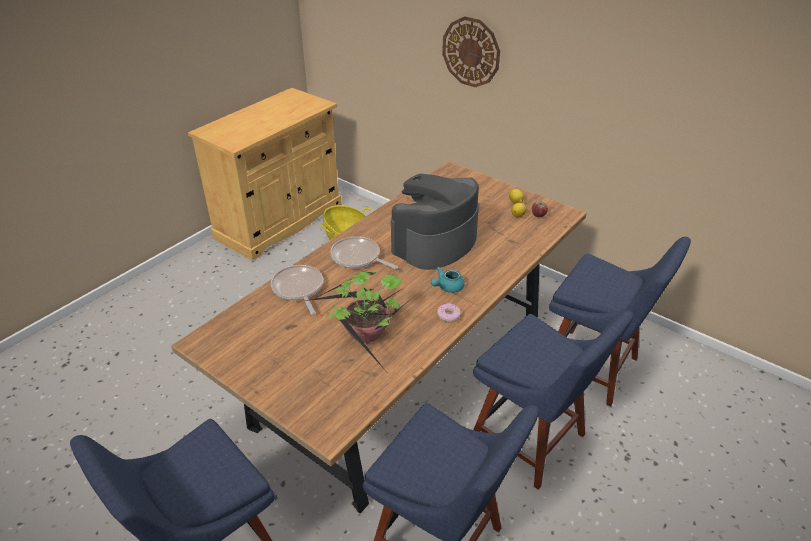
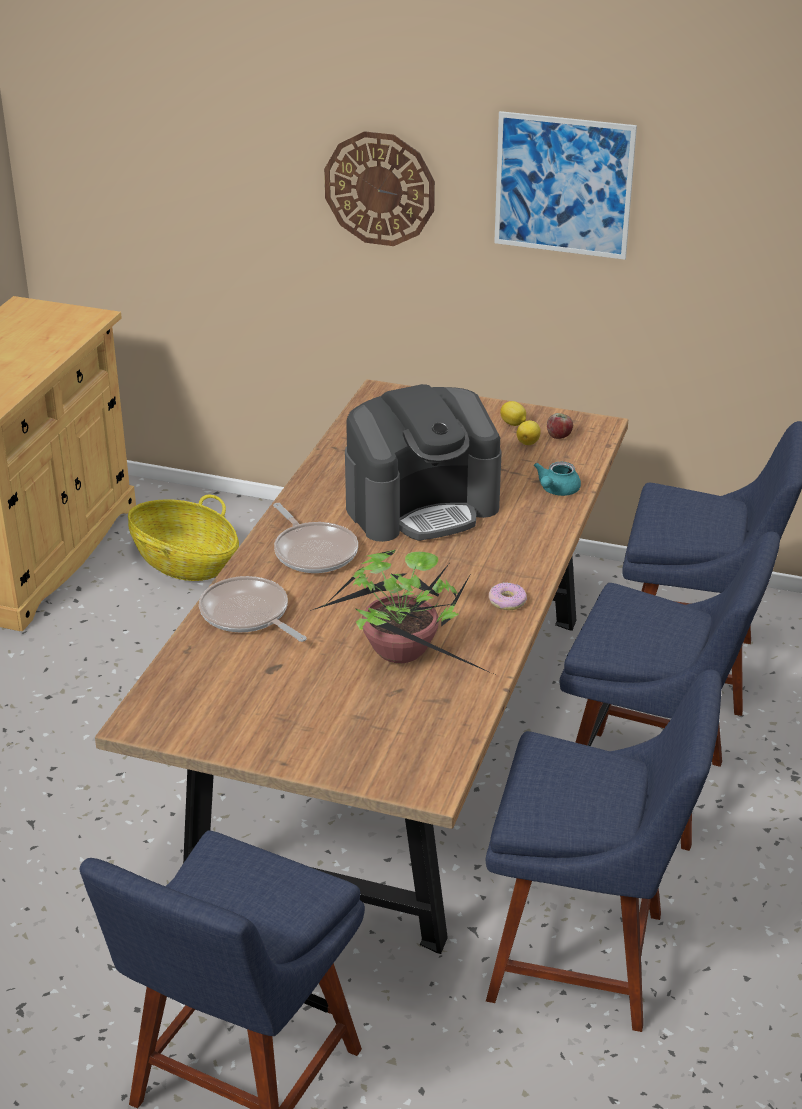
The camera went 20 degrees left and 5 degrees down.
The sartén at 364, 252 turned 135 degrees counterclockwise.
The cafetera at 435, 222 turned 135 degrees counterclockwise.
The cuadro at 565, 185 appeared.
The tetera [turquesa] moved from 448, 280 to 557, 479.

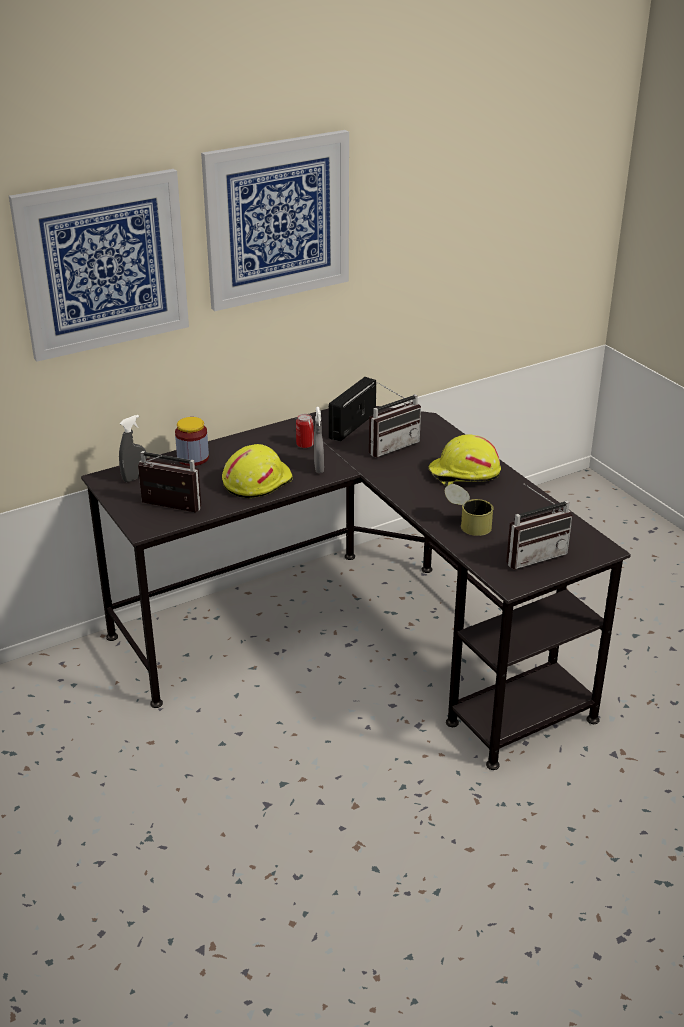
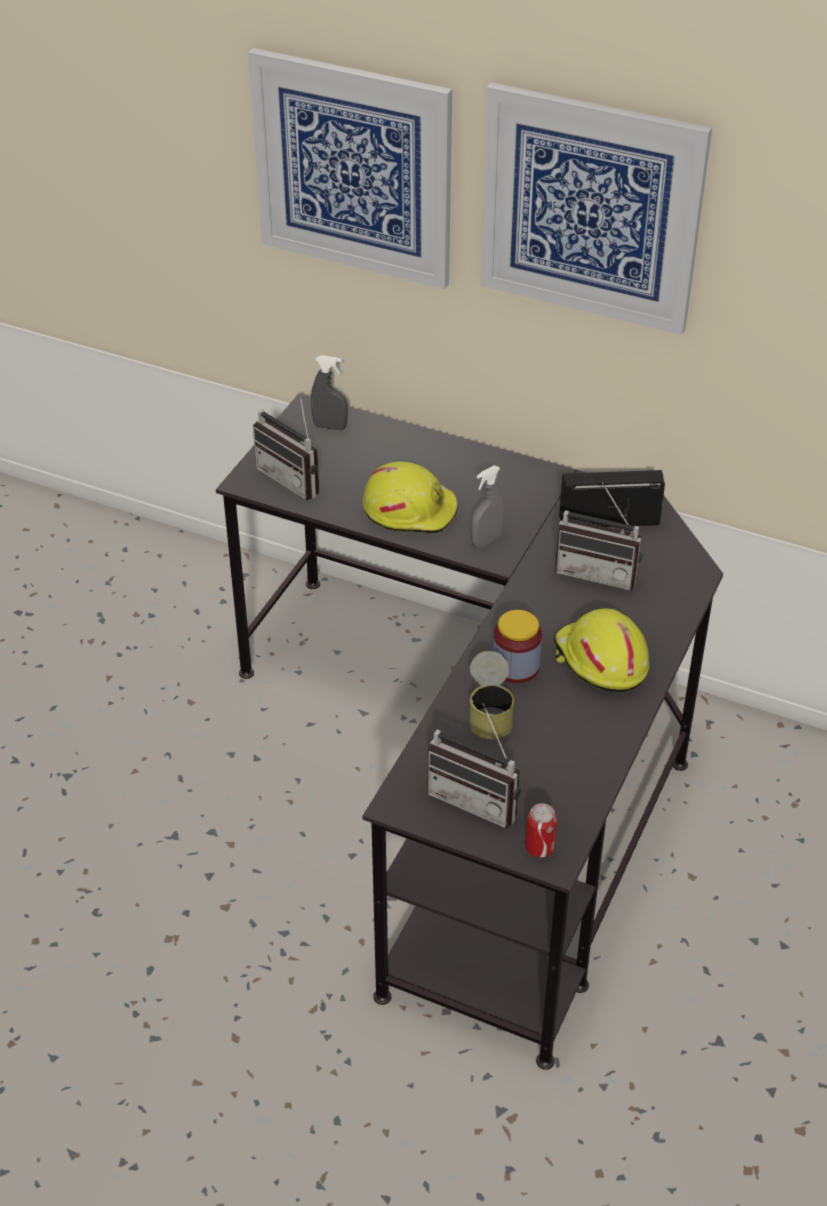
The camera went 55 degrees right and 10 degrees up.
The radio at 169, 482 turned 150 degrees clockwise.
The tarro moved from 192, 441 to 517, 646.
The lata moved from 305, 431 to 541, 830.

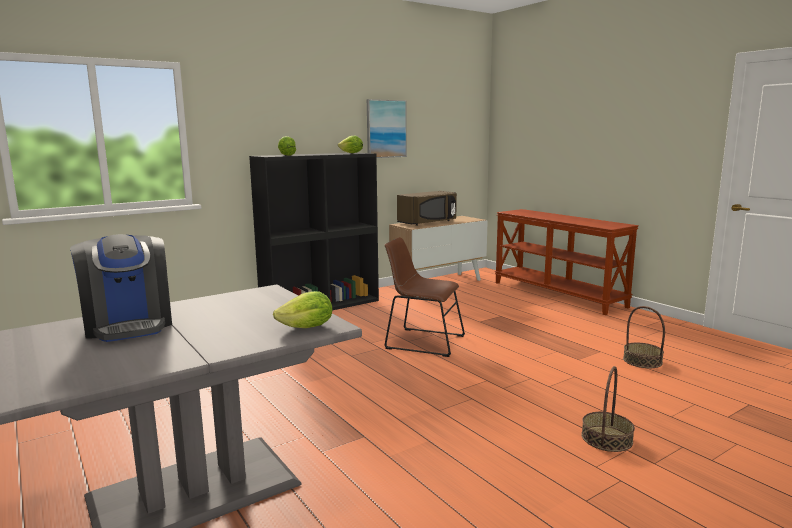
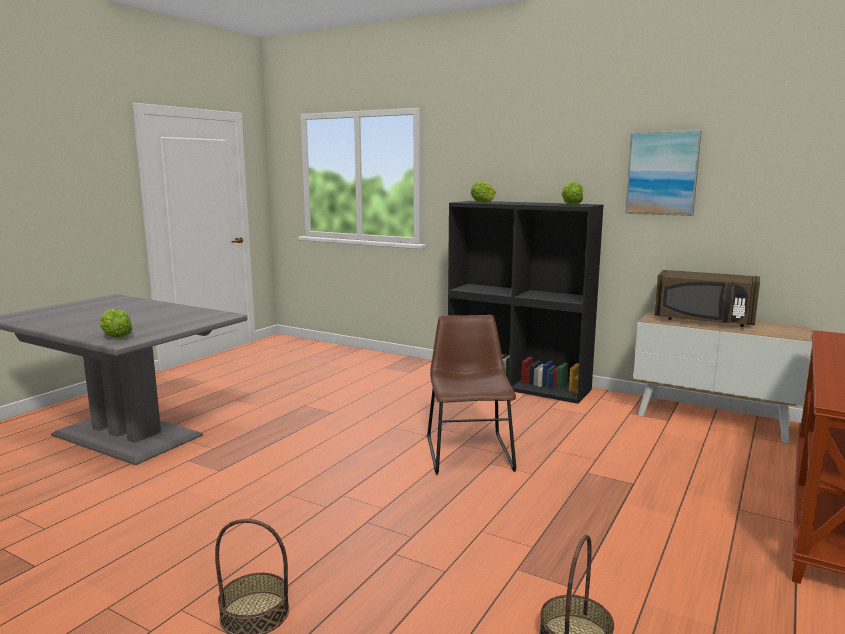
The camera went 65 degrees right and 0 degrees up.
The cafetera at 121, 288 disappeared.

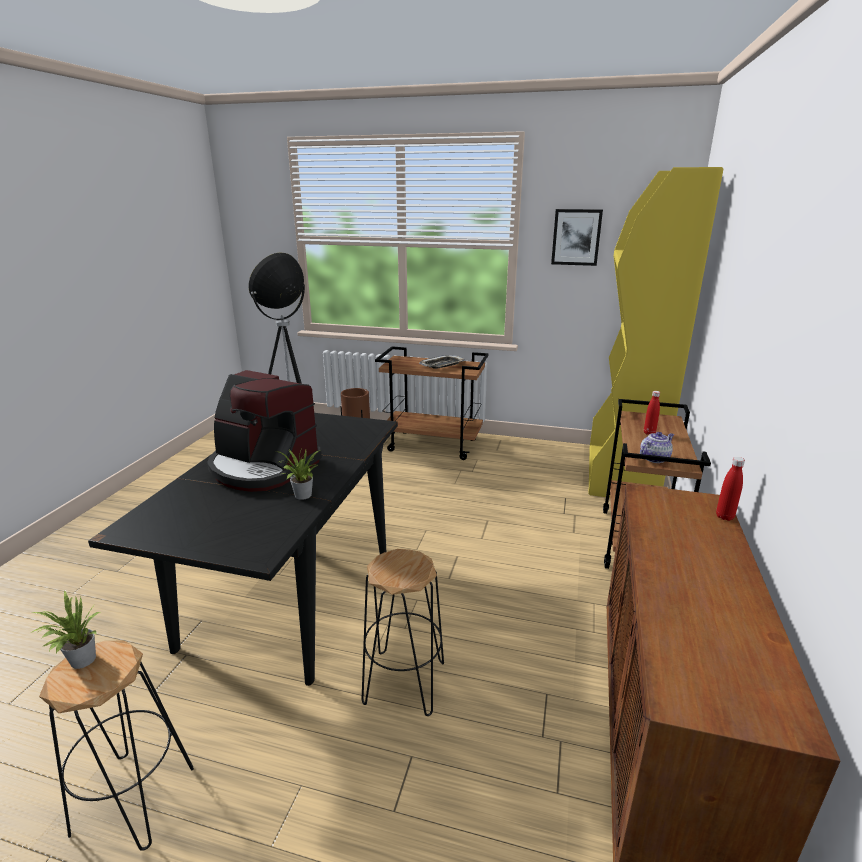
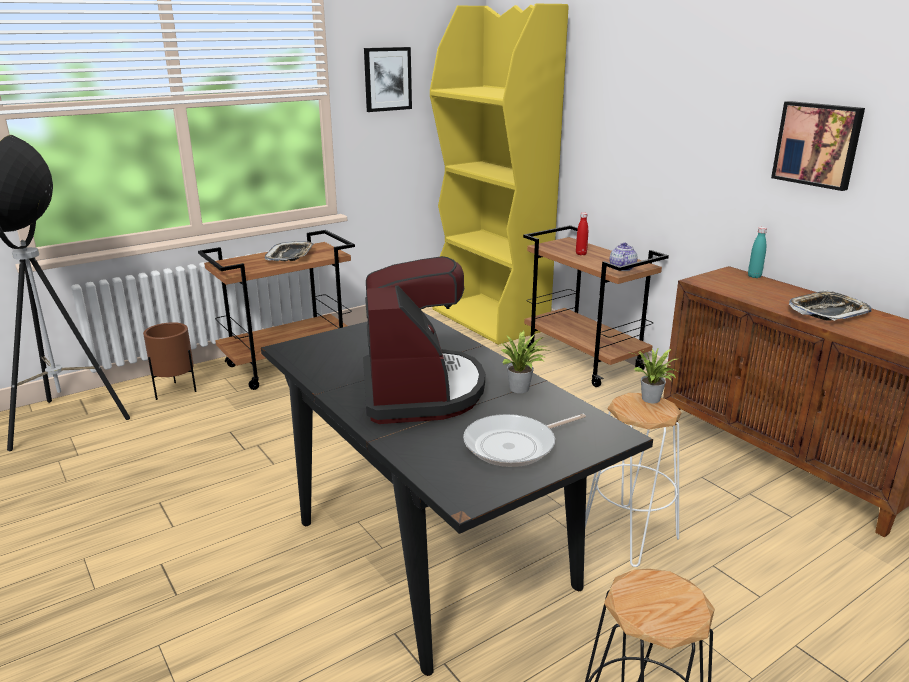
The camera went 50 degrees left and 0 degrees up.
The cafetera at 264, 431 turned 75 degrees counterclockwise.
The sartén at 524, 440 appeared.
The taburete [negro] at 402, 632 became the taburete [blanco] at 633, 480.
The planta en maceta moved from 66, 630 to 655, 375.
The botella [rojo] at 730, 489 became the botella [turquesa] at 757, 252.
The cuadro at 818, 146 appeared.
The bandeja at 830, 305 appeared.

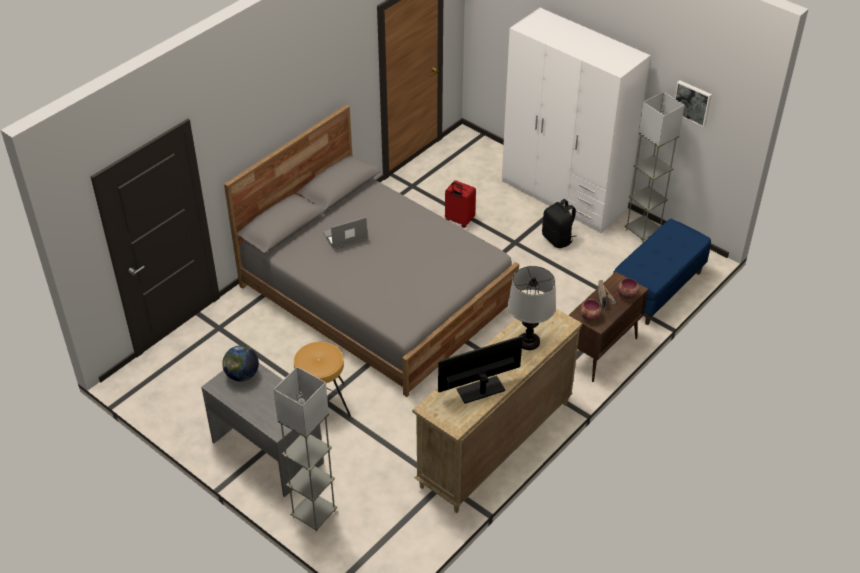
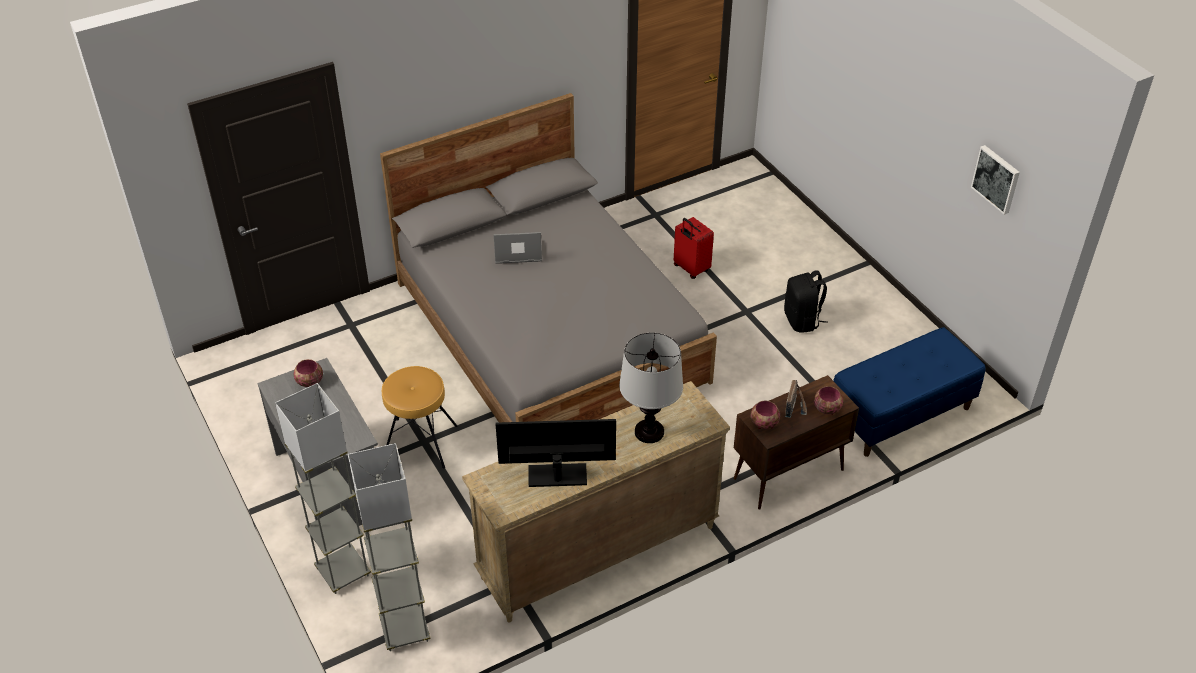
The camera went 20 degrees right and 0 degrees up.
The globo terráqueo at 240, 363 was replaced by the cuenco at 308, 373.
The lámpara de pie [gris] moved from 655, 167 to 389, 547.
The armario ropero [blanco] at 576, 121 disappeared.

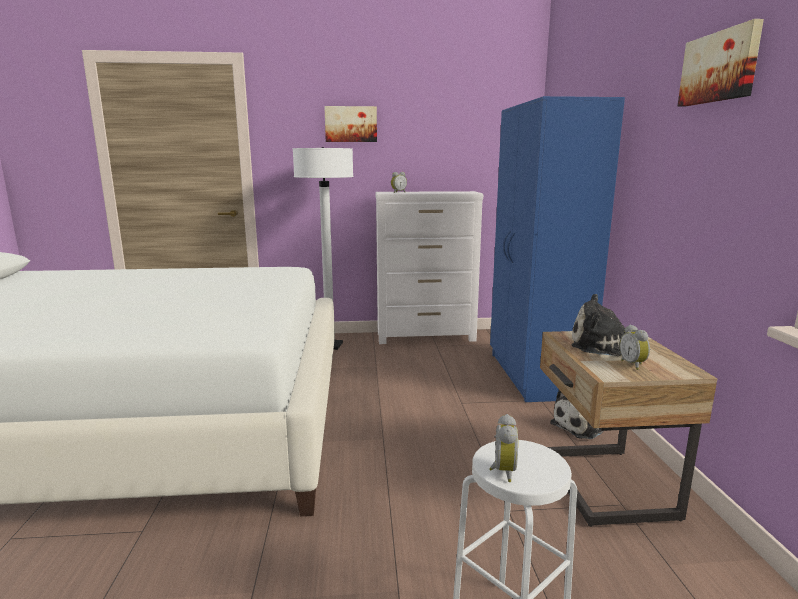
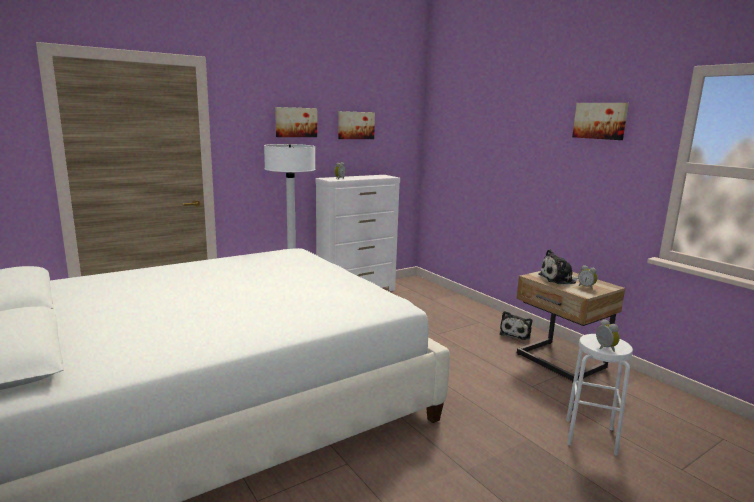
The camera went 30 degrees left and 0 degrees up.
The cuadro at 356, 125 appeared.
The armario ropero [azul] at 557, 249 disappeared.

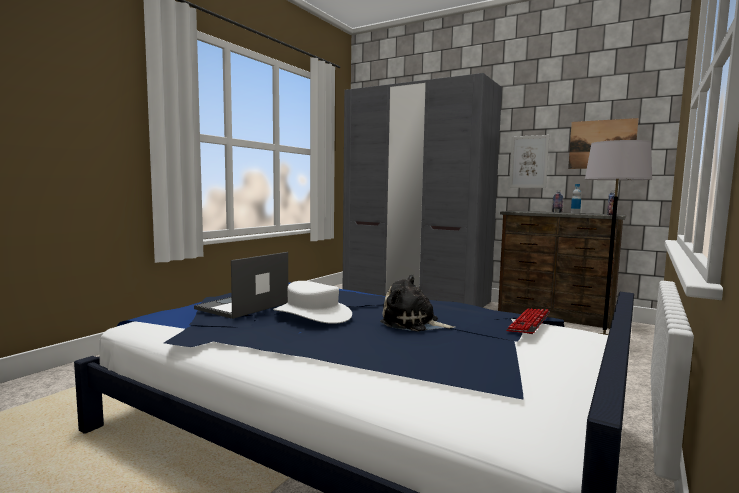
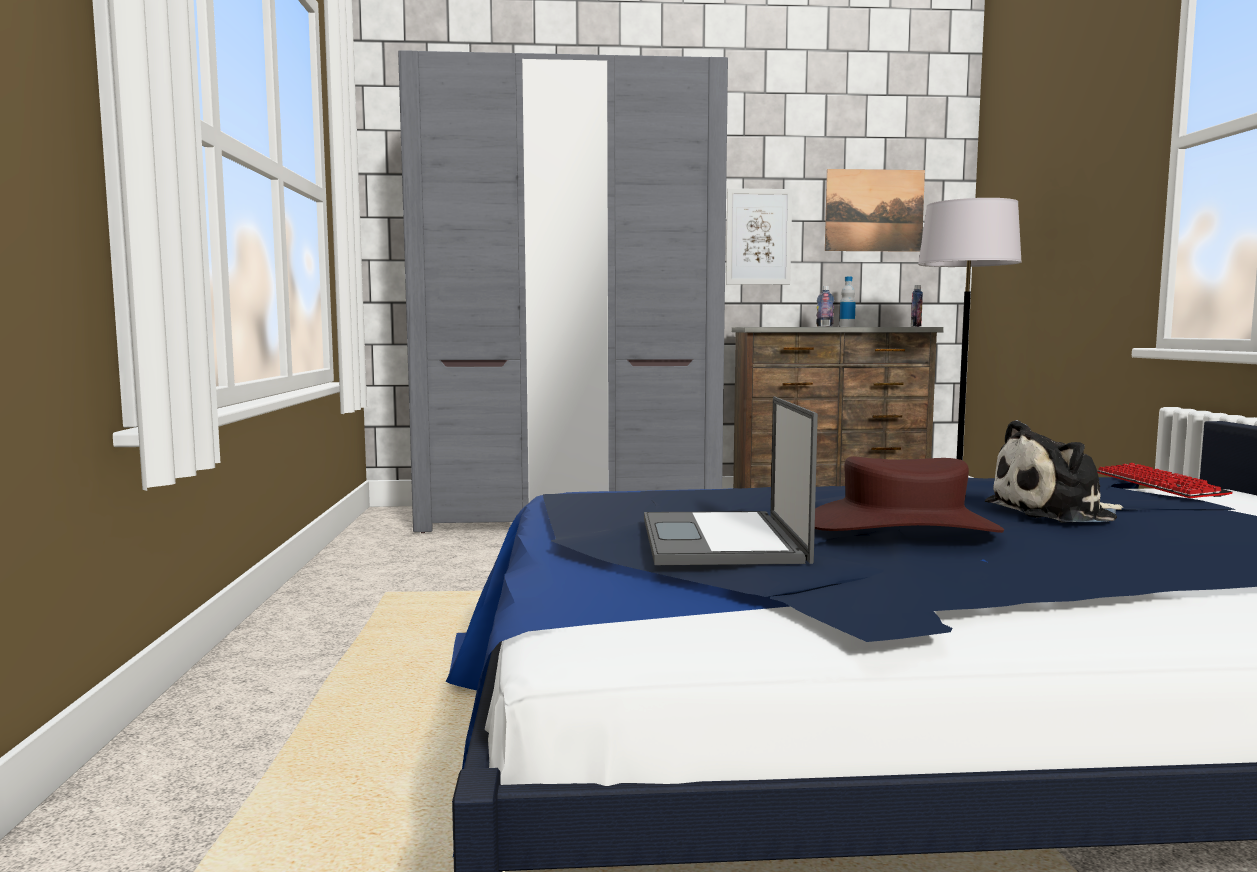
The camera went 35 degrees left and 0 degrees up.
The sombrero [blanco] at 312, 302 became the sombrero [marrón] at 909, 494.

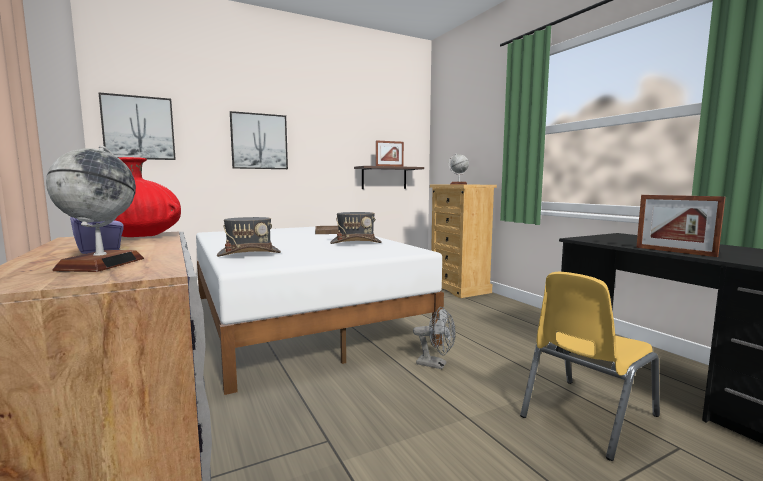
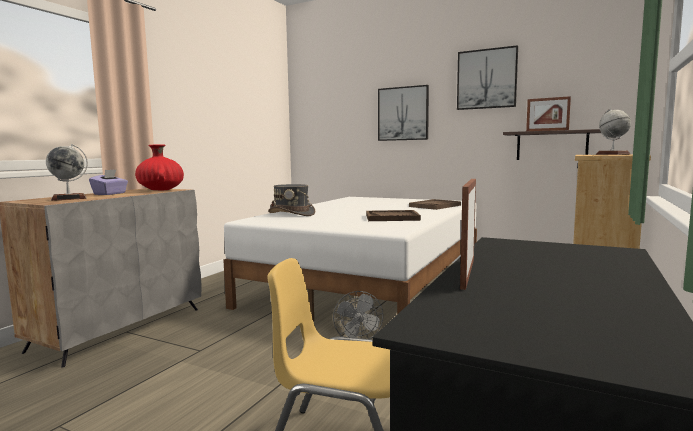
The camera went 55 degrees right and 0 degrees up.
The sombrero [gris] at 356, 228 was replaced by the bandeja [marrón] at 393, 215.
The cuadro moved from 137, 126 to 487, 77.

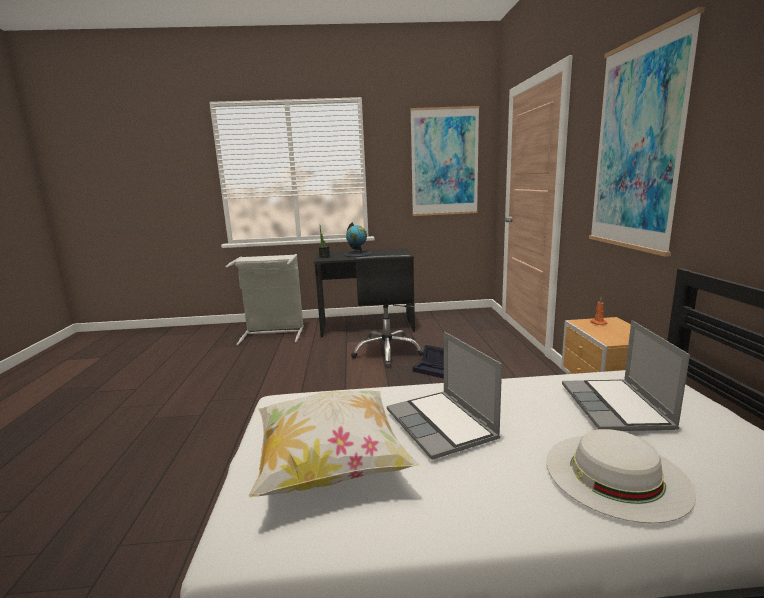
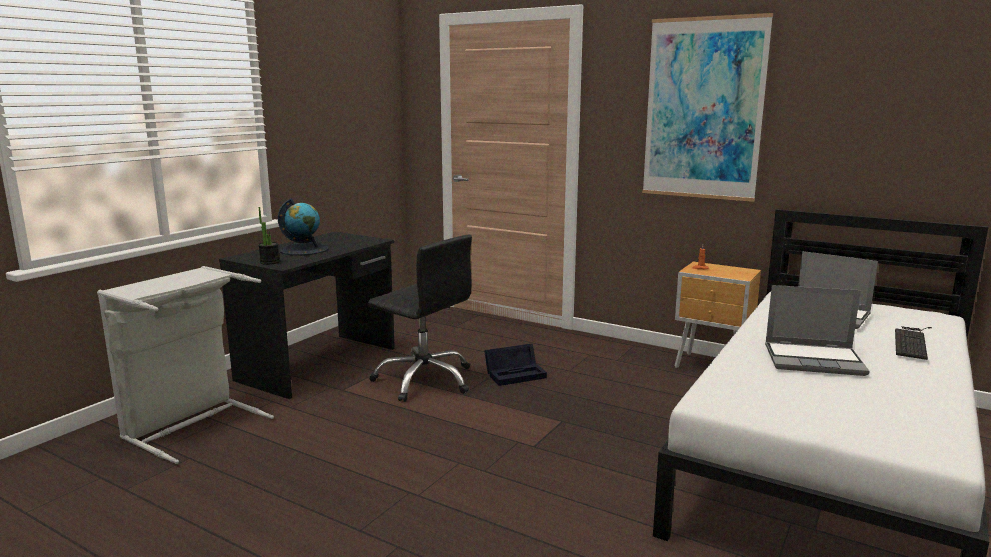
The camera went 55 degrees left and 0 degrees up.
The sombrero [blanco] at 621, 476 was replaced by the teclado at 913, 343.
The cojín at 334, 443 disappeared.
The cuadro at 444, 161 disappeared.

